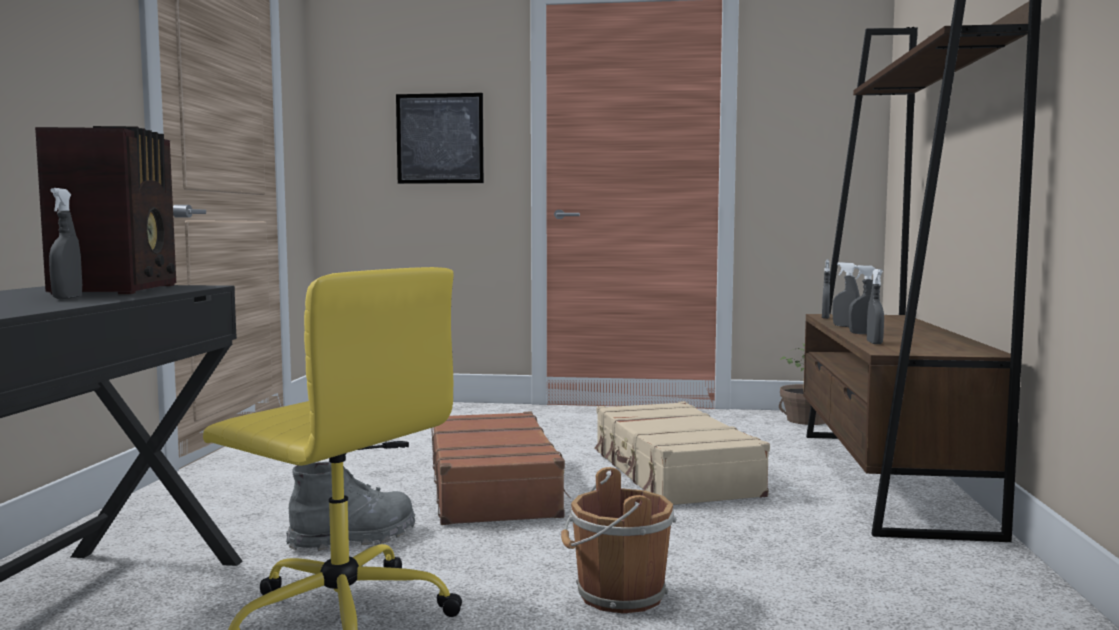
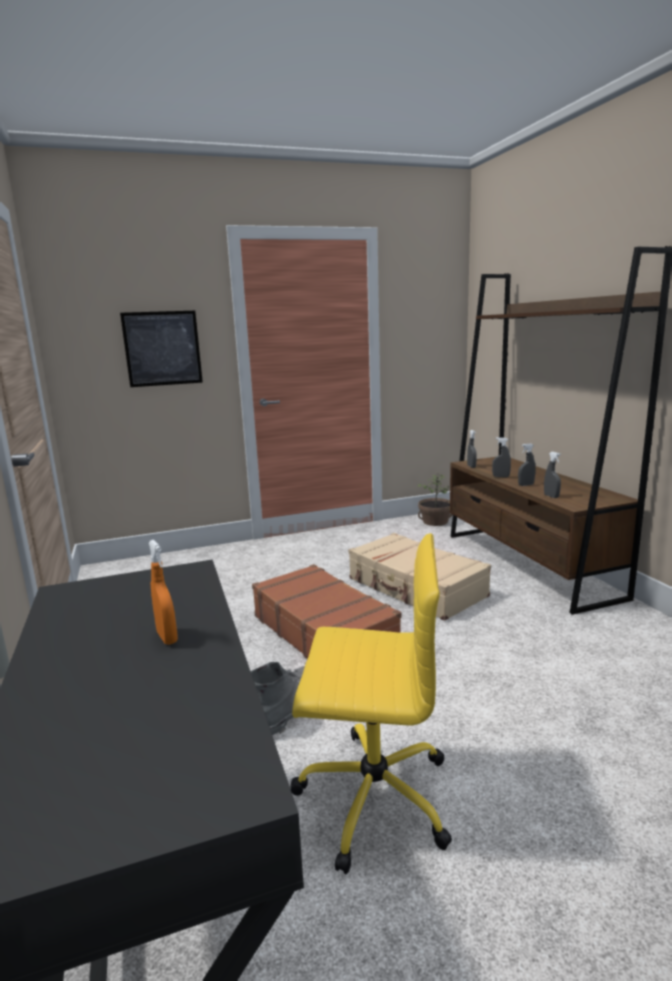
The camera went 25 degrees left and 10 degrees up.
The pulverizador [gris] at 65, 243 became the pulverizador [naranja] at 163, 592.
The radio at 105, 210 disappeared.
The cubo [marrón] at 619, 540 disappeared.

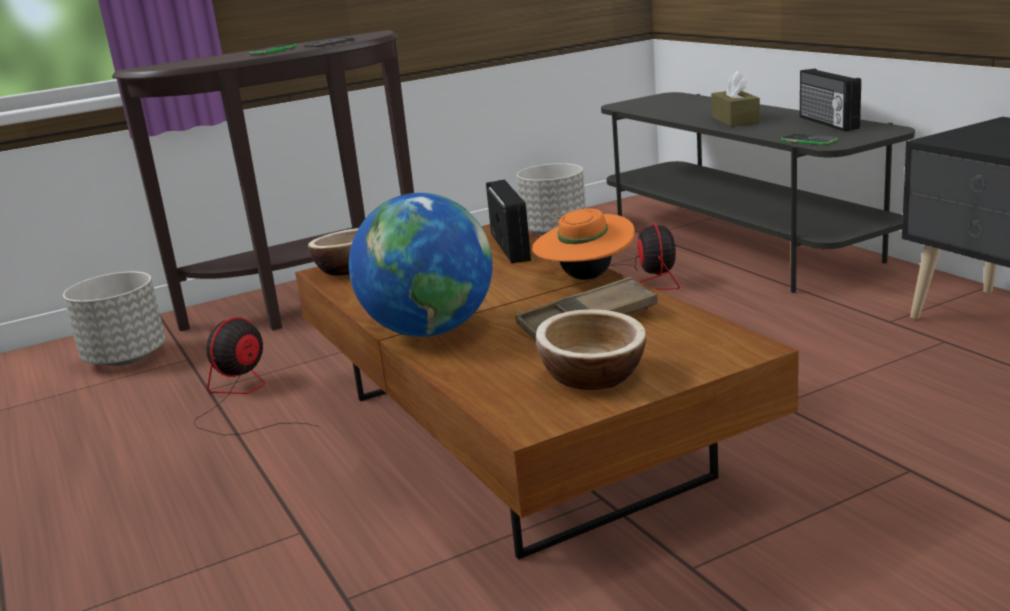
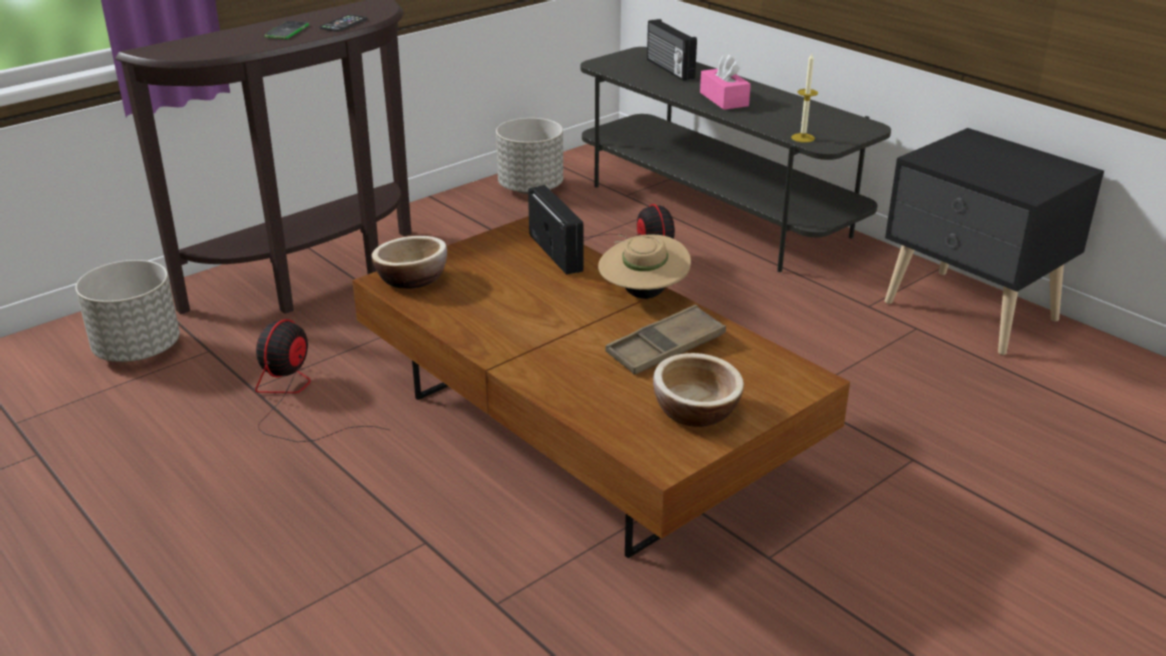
The camera went 15 degrees left and 10 degrees up.
The sombrero [naranja] at 583, 244 became the sombrero [beis] at 644, 266.
The radio moved from 830, 100 to 672, 50.
The caja de pañuelos [marrón] at 735, 98 became the caja de pañuelos [rosa] at 725, 82.
The móvil at 809, 139 was replaced by the vela at 804, 98.
The globo terráqueo at 421, 265 disappeared.

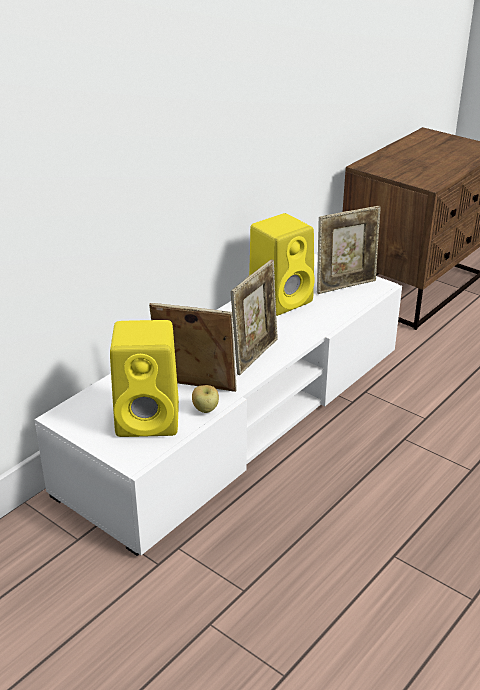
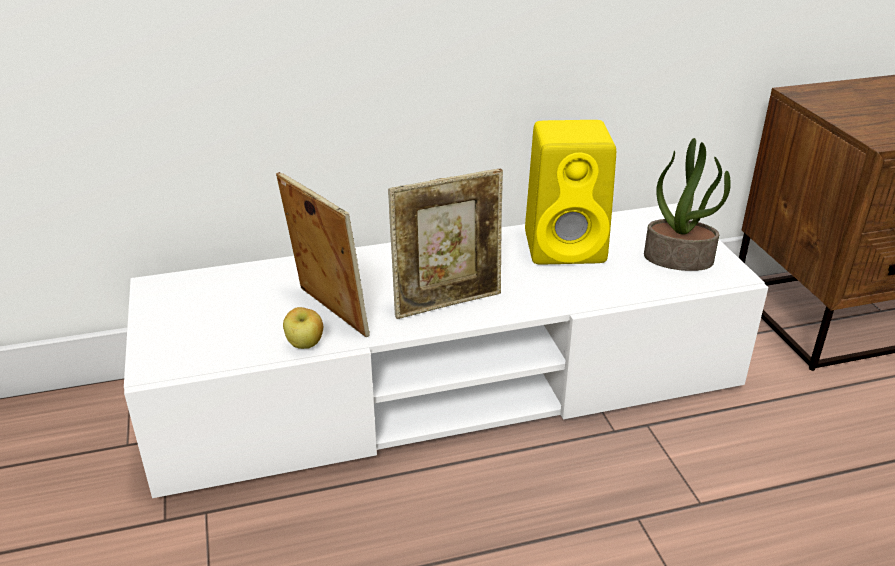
The camera went 35 degrees right and 0 degrees up.
The portarretratos at 349, 250 was replaced by the planta en maceta at 687, 204.
The altavoz [amarillo] at 144, 378 disappeared.

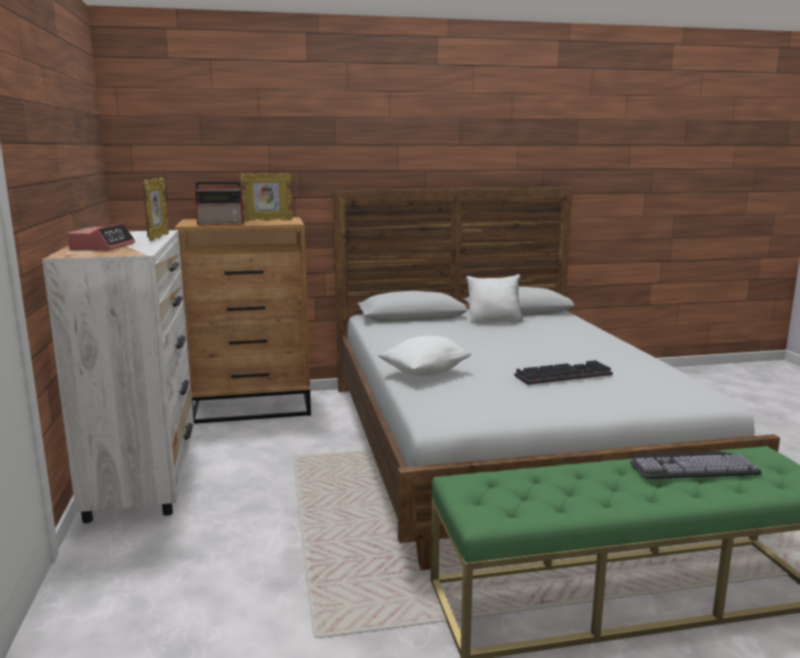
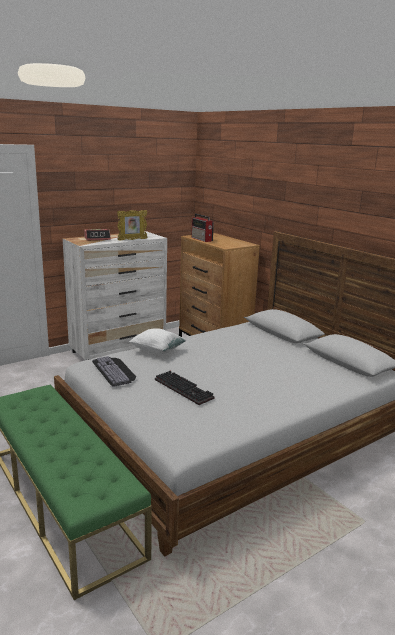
The camera went 65 degrees right and 5 degrees up.
The teclado moved from 696, 465 to 114, 371.
The portarretratos at 266, 196 disappeared.
The cojín [blanco] at 494, 298 disappeared.

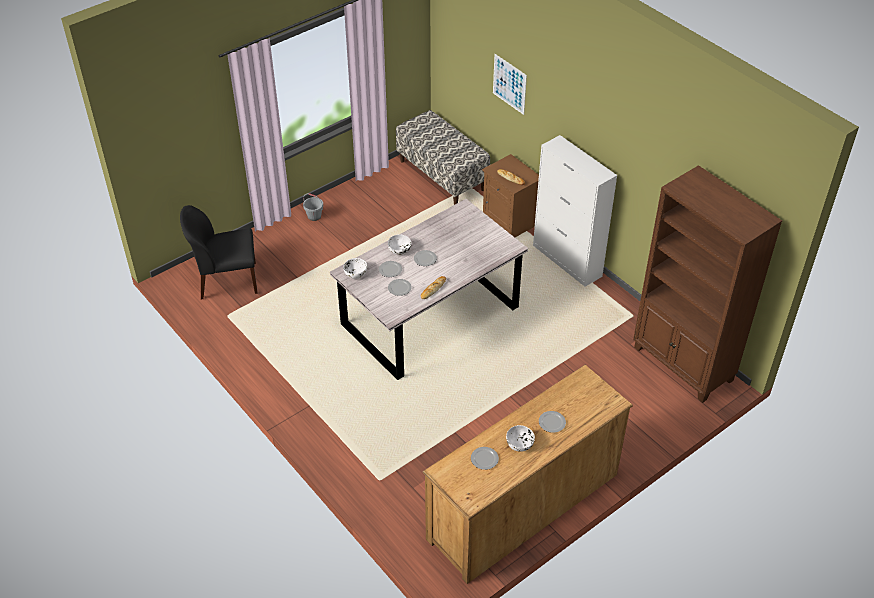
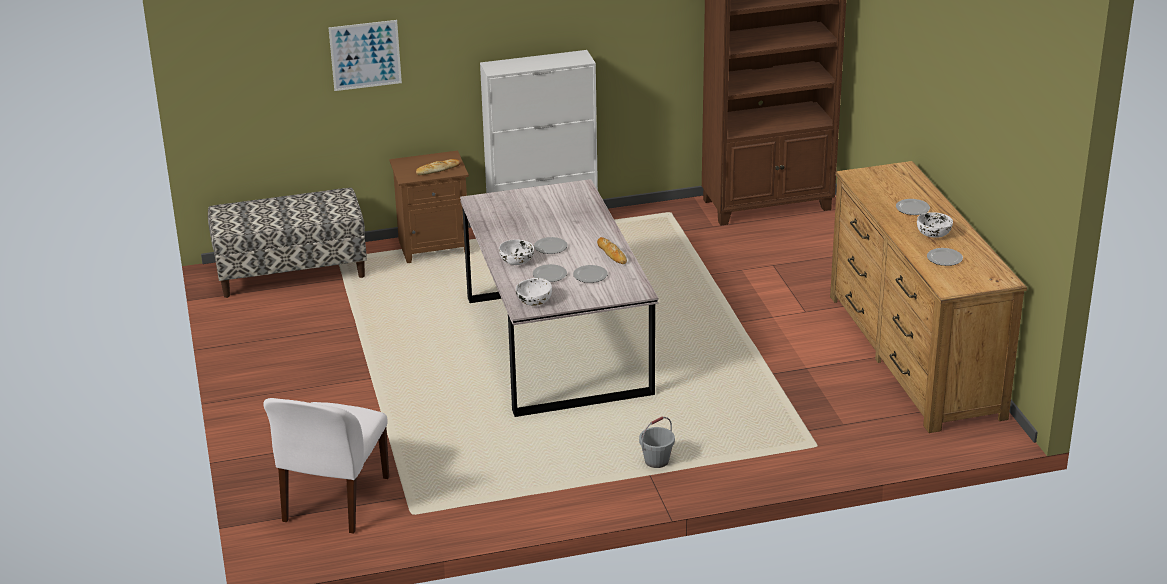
The camera went 65 degrees left and 15 degrees down.
The silla [negro] at 219, 252 became the silla [blanco] at 326, 466.
The cubo [gris] moved from 313, 207 to 657, 442.

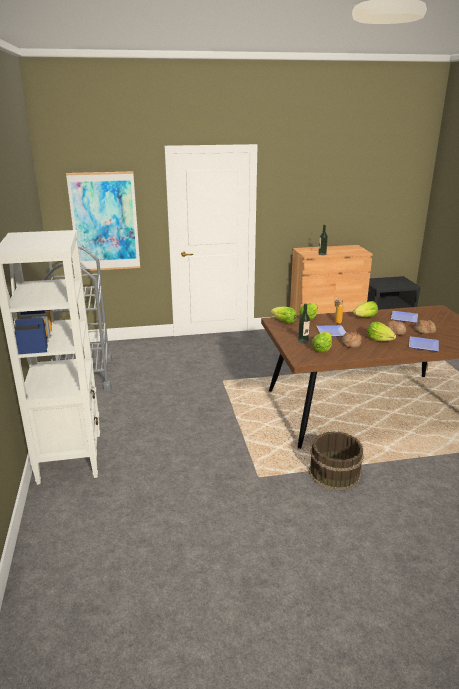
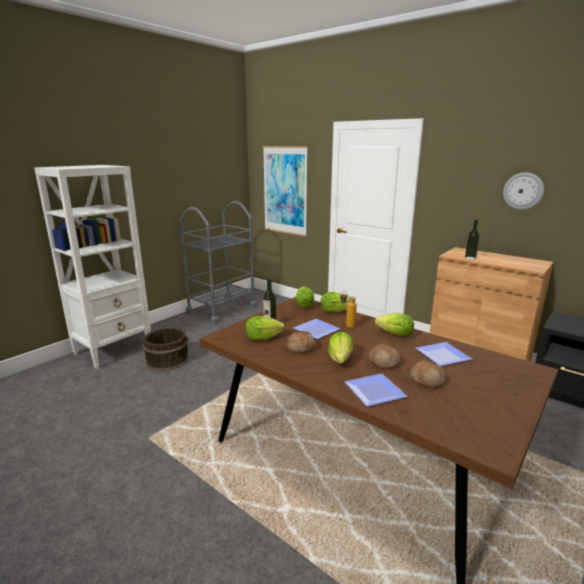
The camera went 50 degrees right and 5 degrees down.
The cubo [marrón] moved from 336, 461 to 166, 349.
The reloj de pared at 523, 191 appeared.

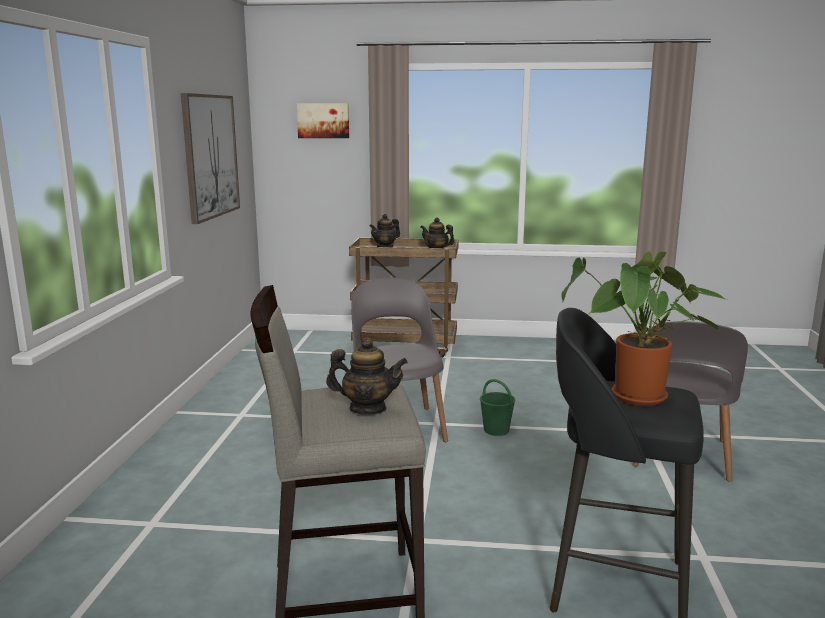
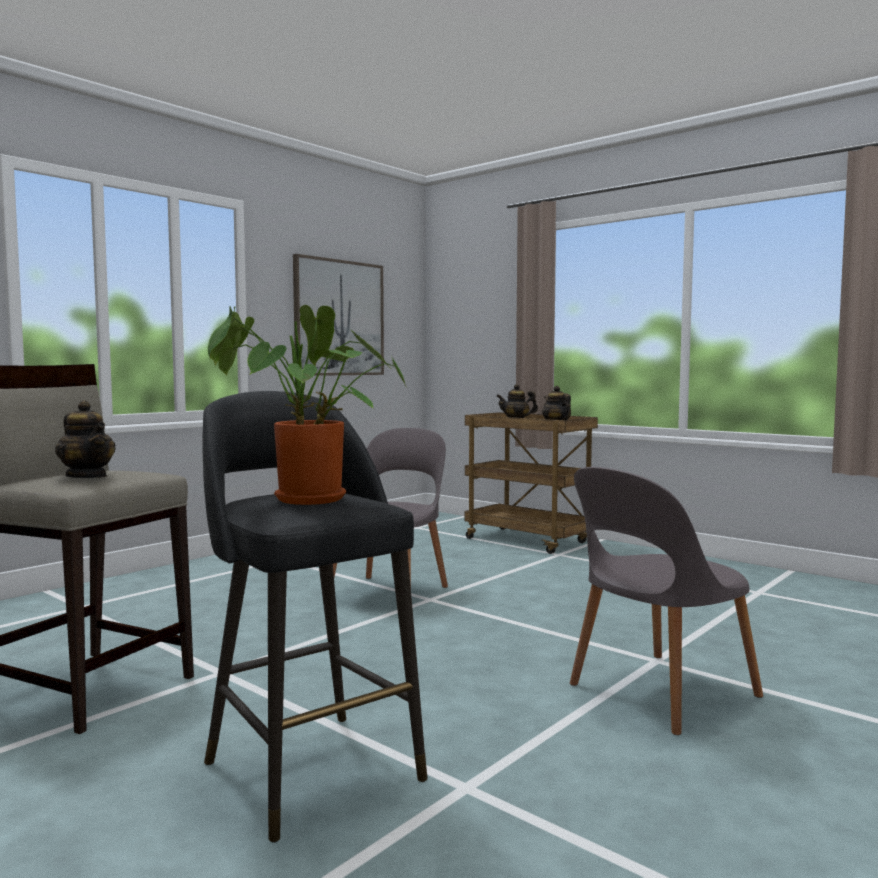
The camera went 35 degrees right and 10 degrees down.
The cuadro at 323, 120 disappeared.
The cubo [verde] at 497, 407 disappeared.

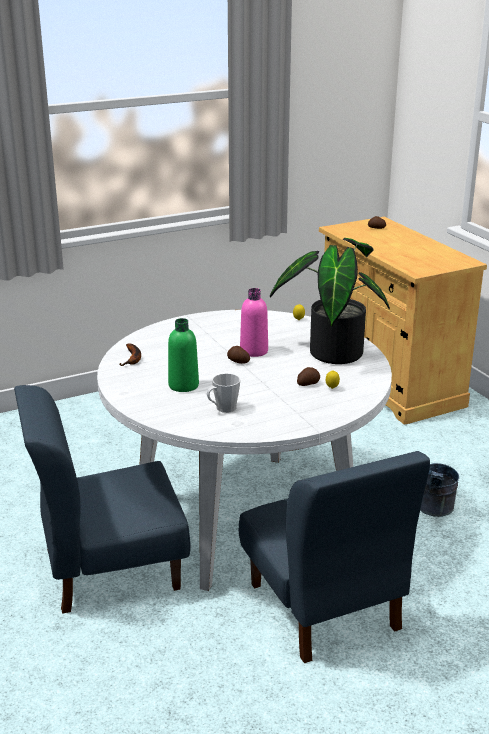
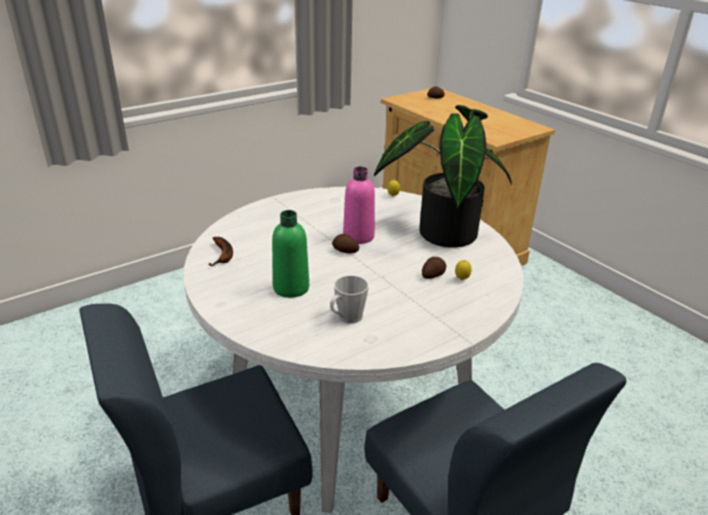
The camera went 10 degrees left and 5 degrees up.
The cubo [gris] at 439, 490 disappeared.

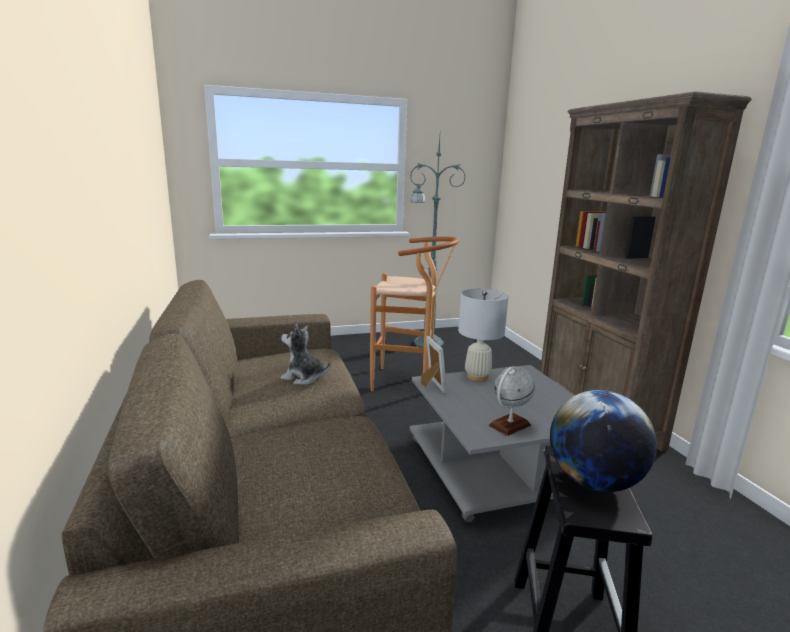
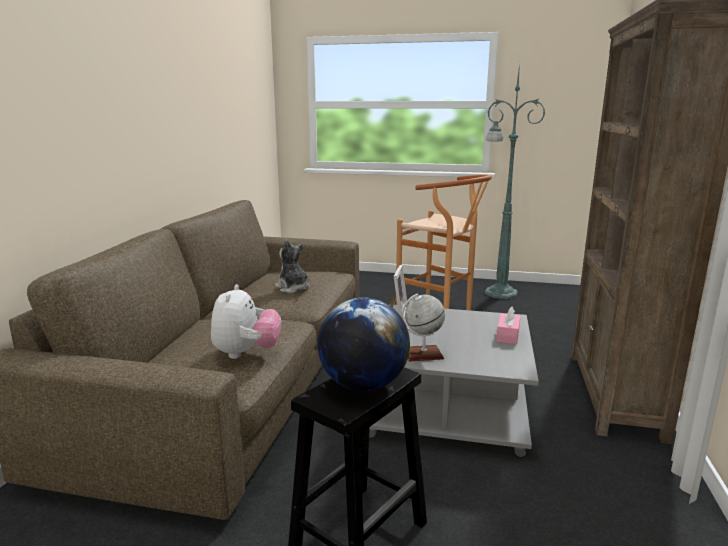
The camera went 30 degrees right and 0 degrees up.
The peluche at 246, 322 appeared.
The caja de pañuelos [rosa] at 508, 325 appeared.
The lámpara de mesa [blanco] at 483, 335 disappeared.

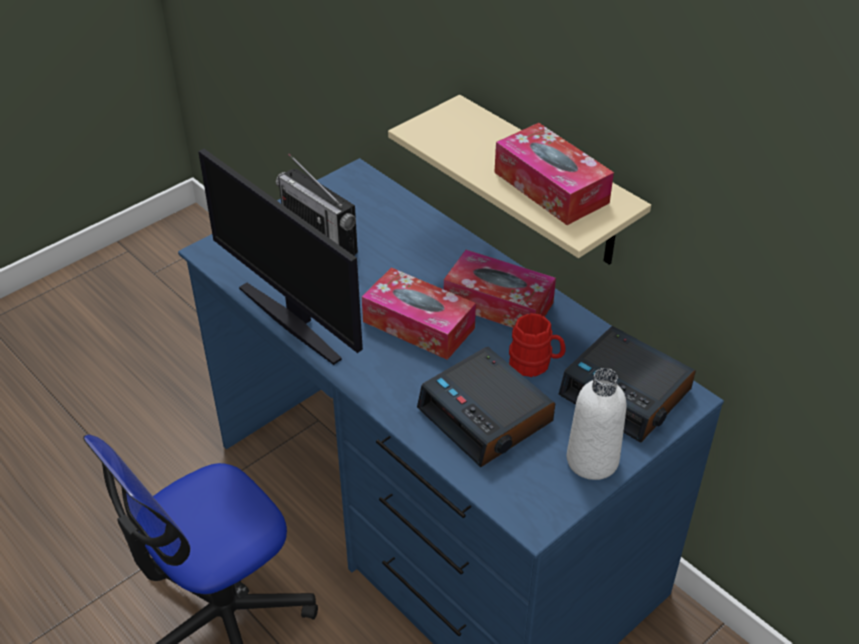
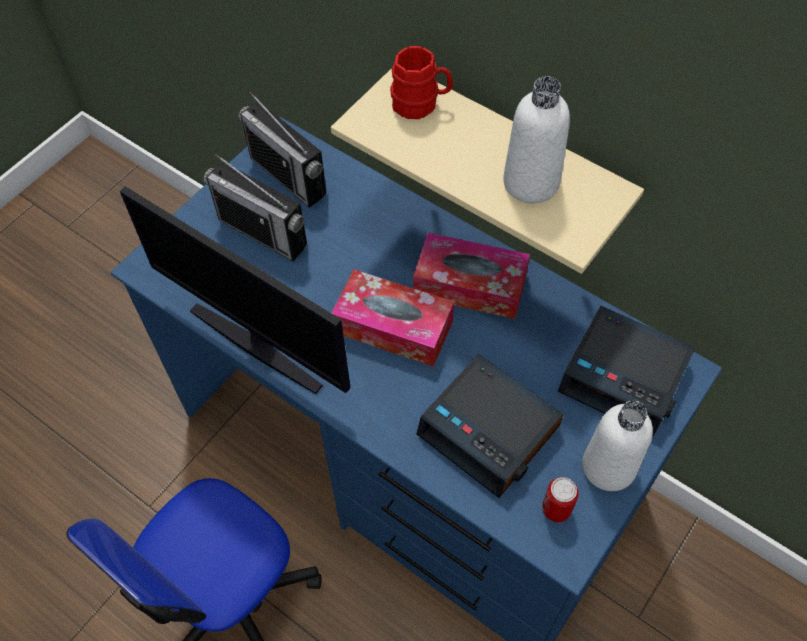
The camera went 10 degrees left and 15 degrees up.
The radio at 282, 150 appeared.
The taza grande [rojo] moved from 537, 345 to 421, 82.
The caja de pañuelos at 554, 174 was replaced by the botella [blanco] at 536, 139.
The lata at 560, 499 appeared.

